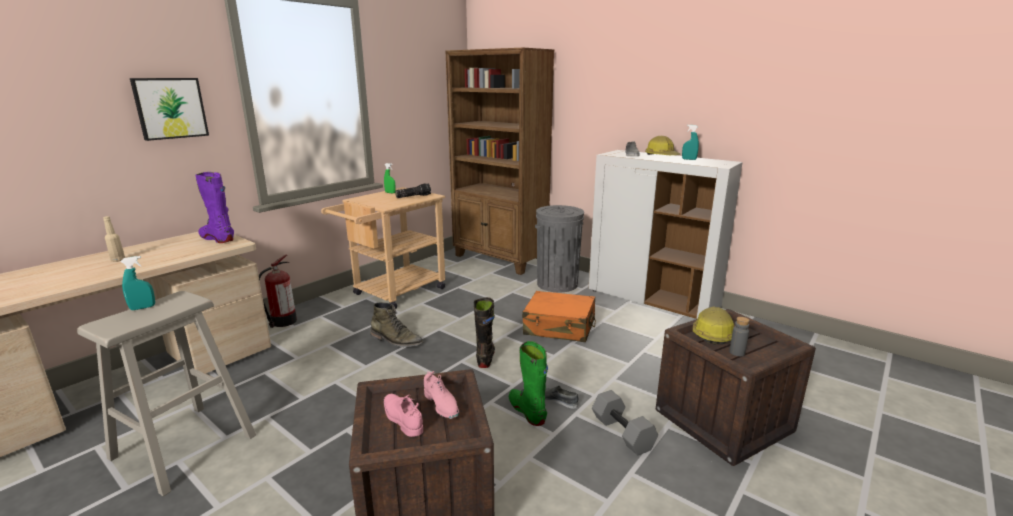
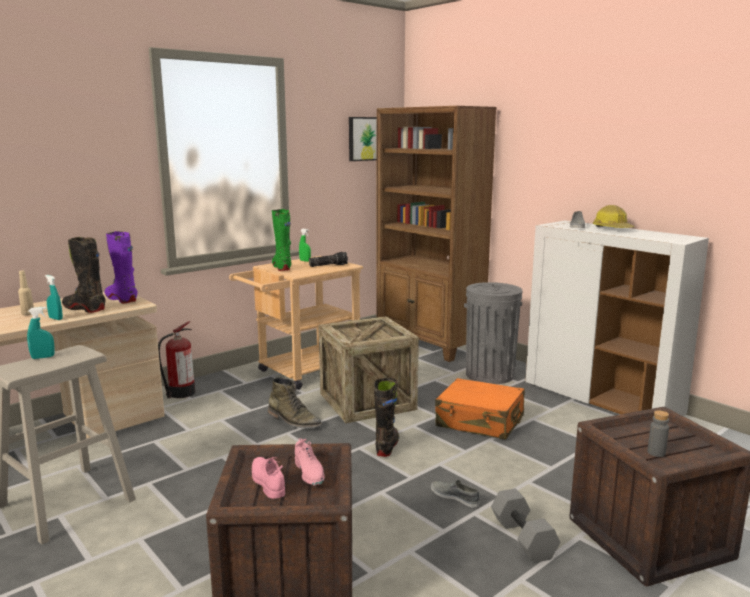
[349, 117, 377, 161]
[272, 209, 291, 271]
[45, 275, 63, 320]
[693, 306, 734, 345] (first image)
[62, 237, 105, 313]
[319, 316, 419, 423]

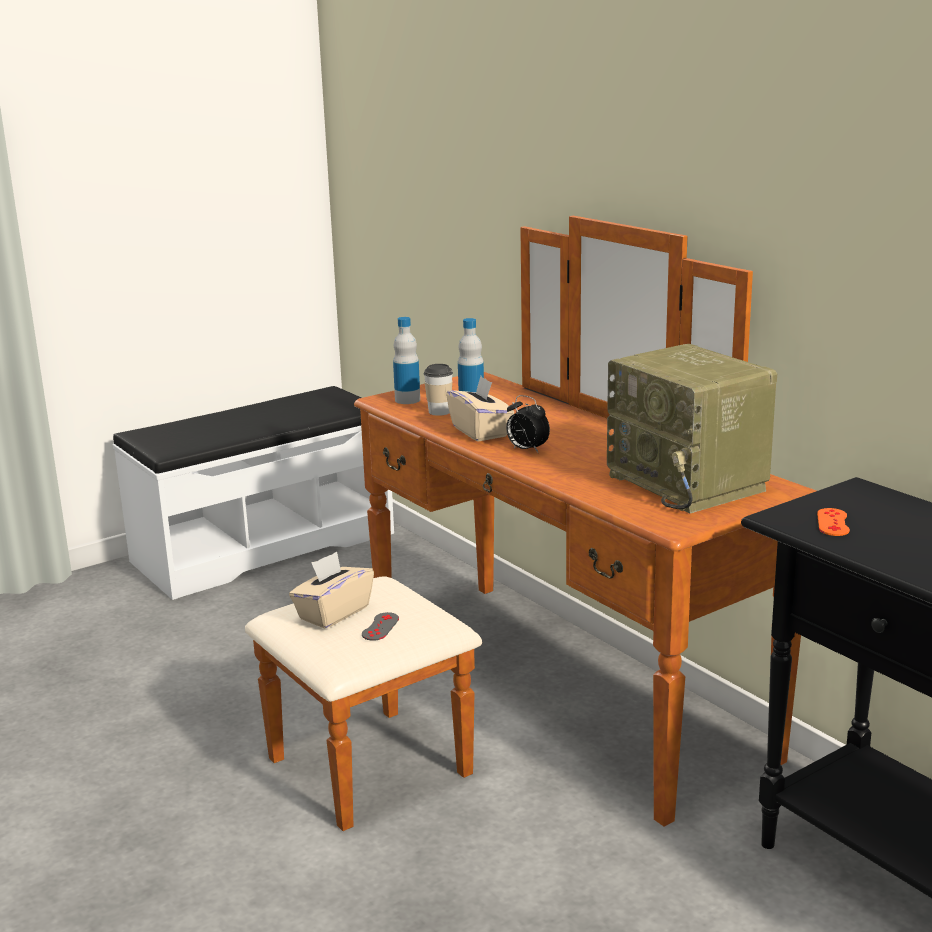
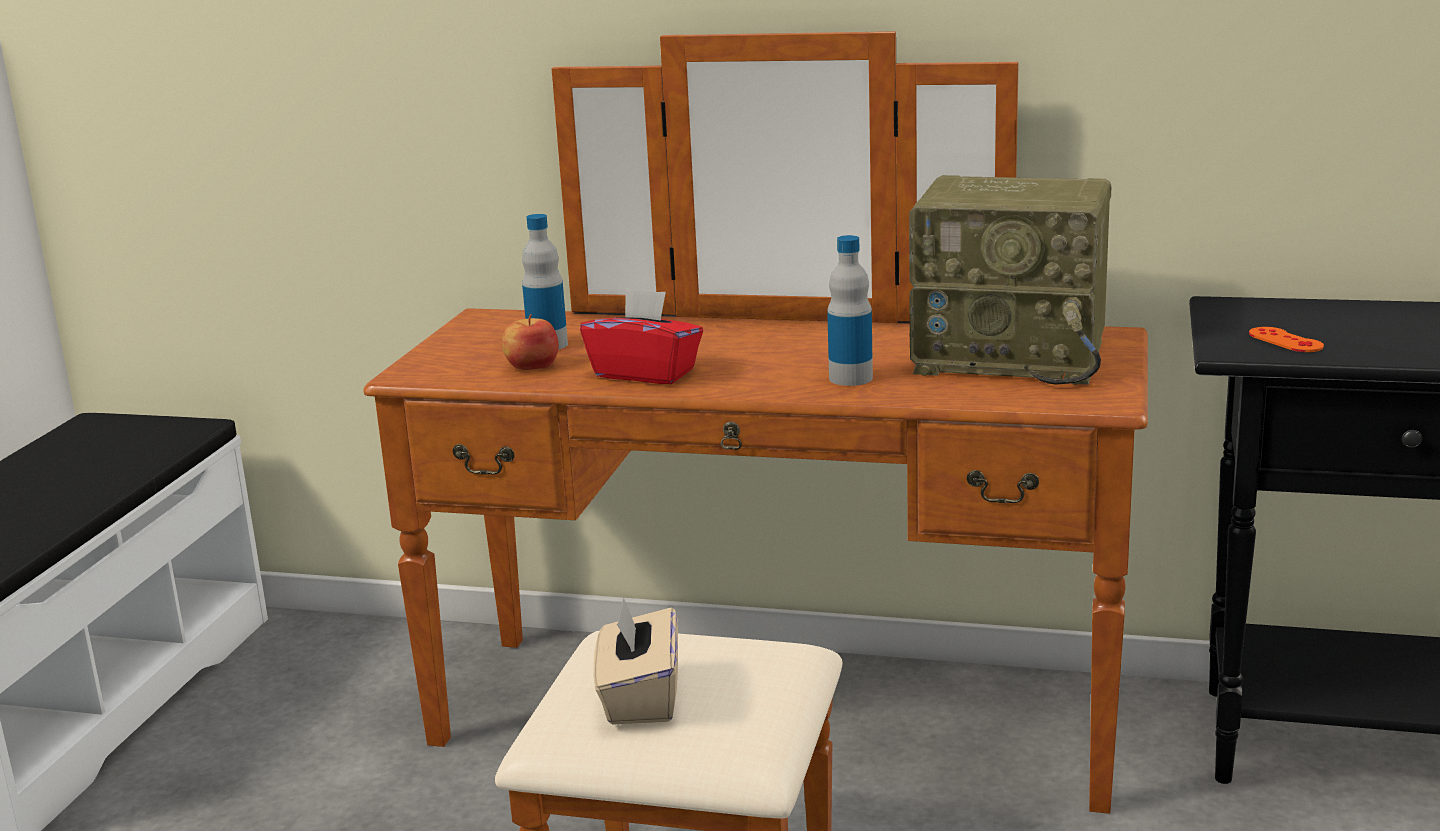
[362, 612, 399, 641] (first image)
[827, 235, 873, 386]
[502, 314, 559, 370]
[580, 288, 703, 384]
[506, 395, 550, 453] (first image)

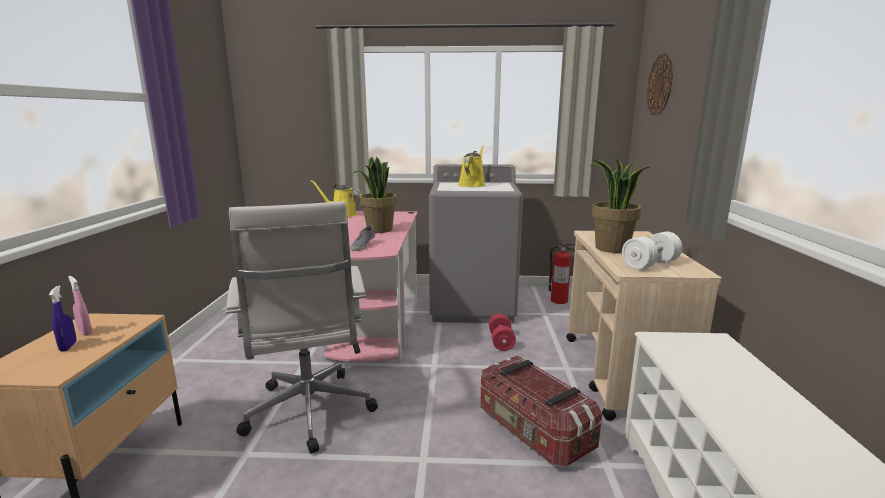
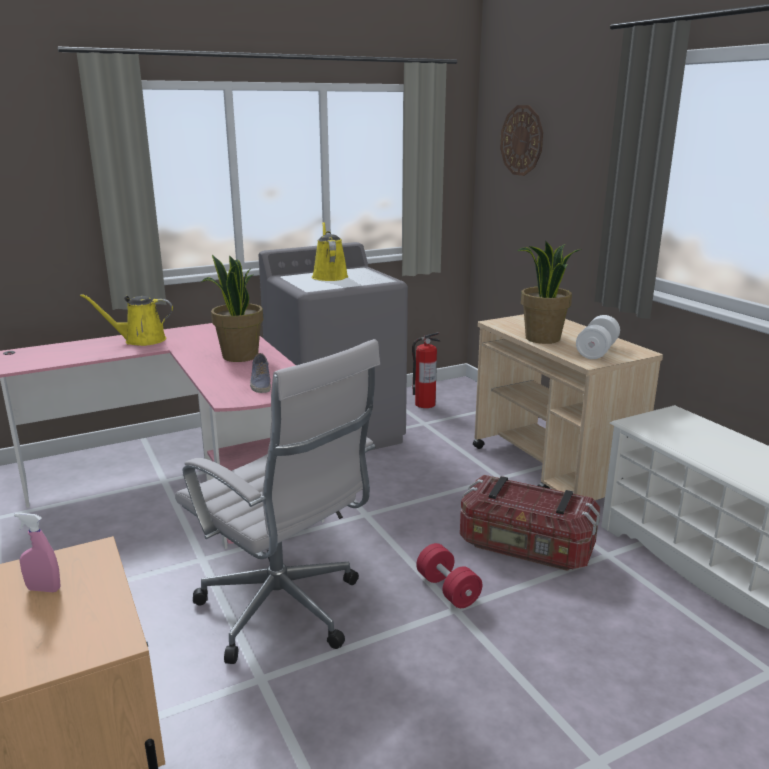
[49, 285, 77, 352] (first image)
[416, 543, 482, 608]

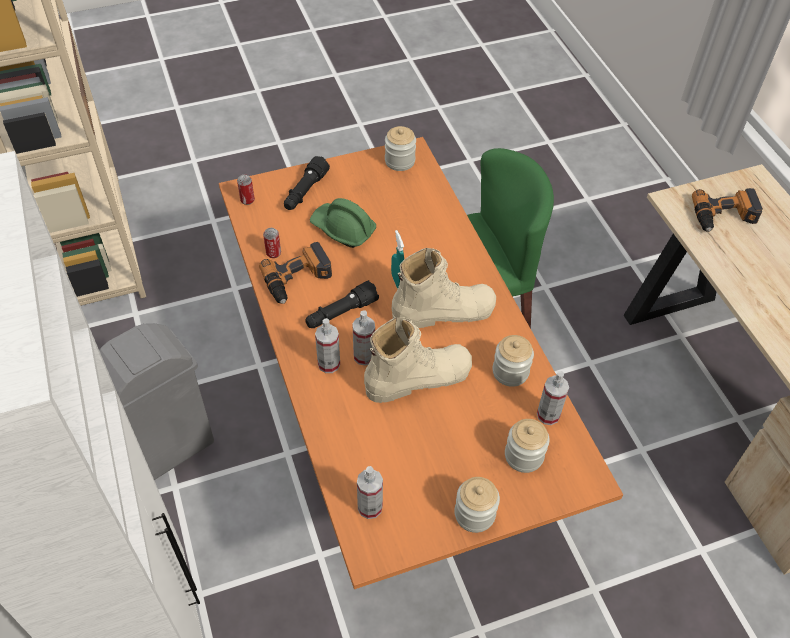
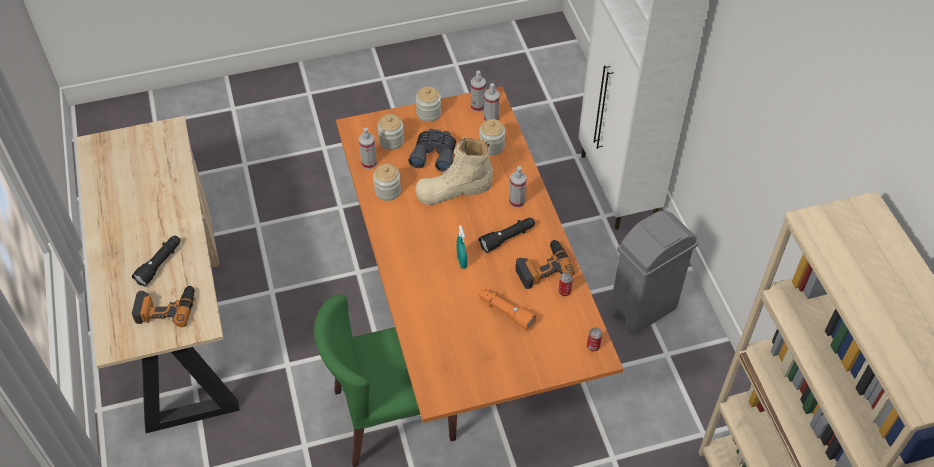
[132, 236, 180, 287]
[479, 289, 537, 330]
[471, 71, 486, 112]
[479, 119, 505, 155]
[392, 248, 496, 328] (first image)
[408, 129, 456, 172]

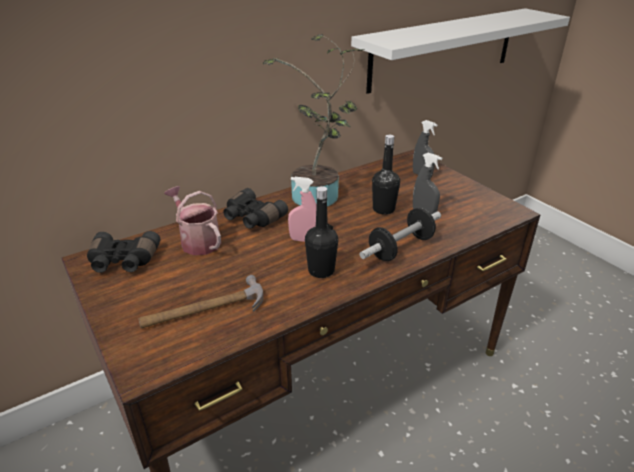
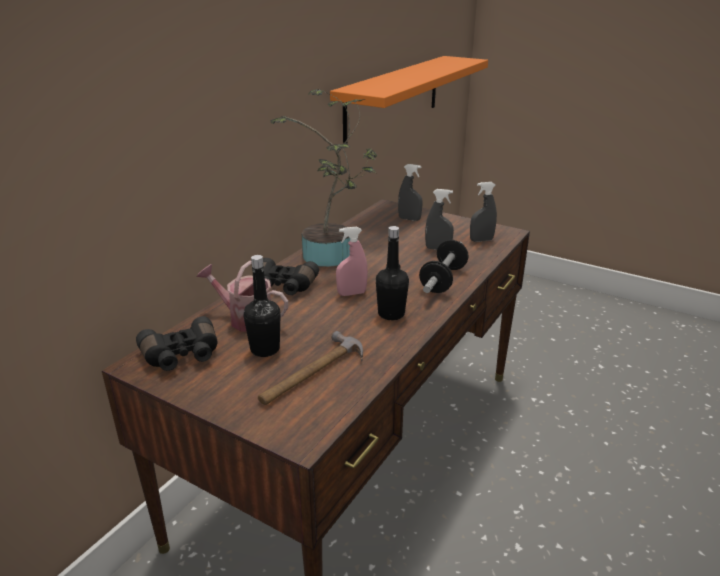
[330, 56, 488, 143]
[243, 255, 281, 357]
[470, 182, 497, 242]

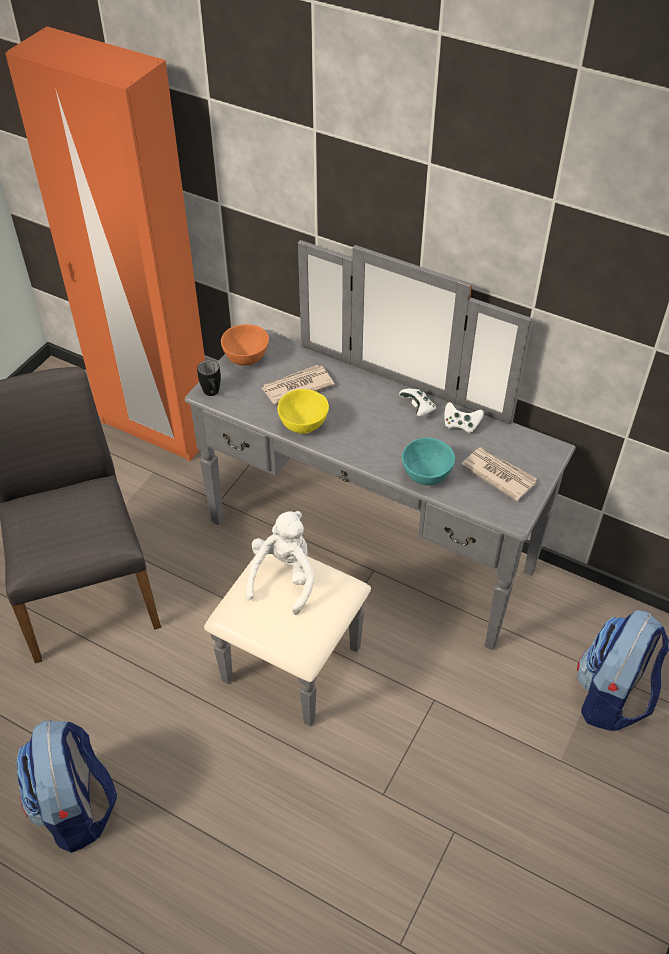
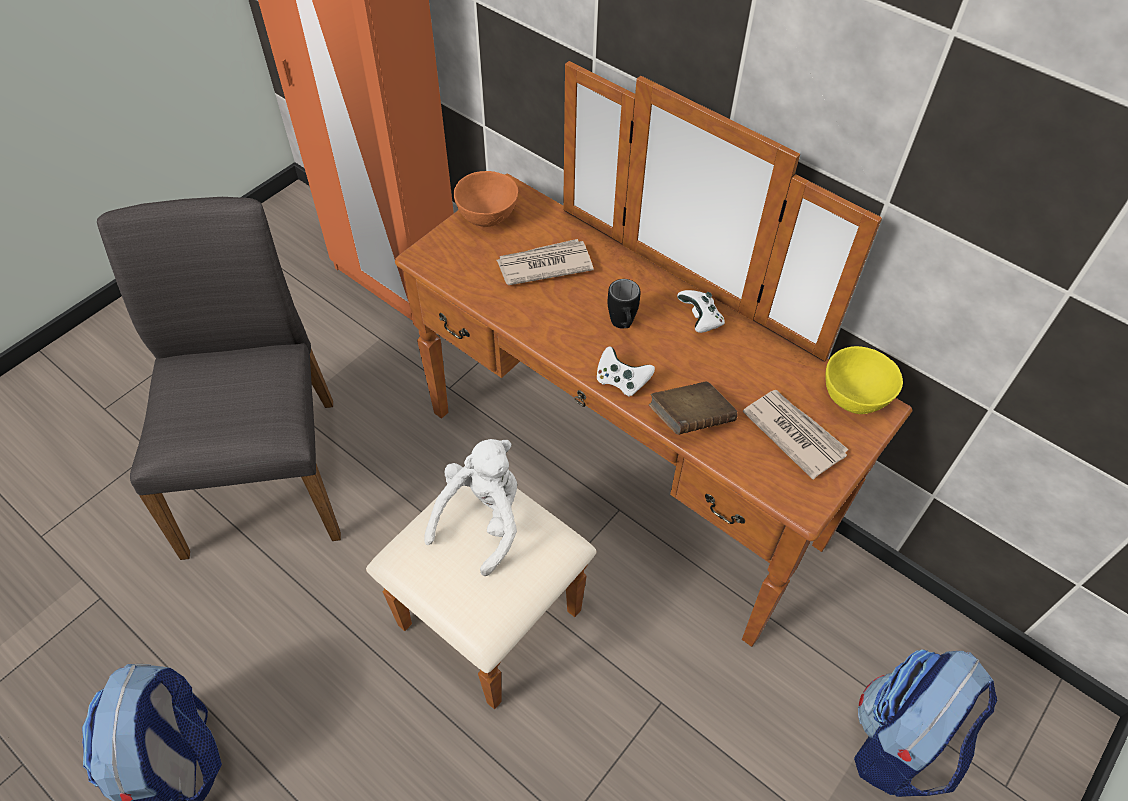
[366, 61, 913, 709]
[608, 279, 640, 329]
[825, 346, 903, 414]
[649, 382, 738, 435]
[597, 346, 655, 397]

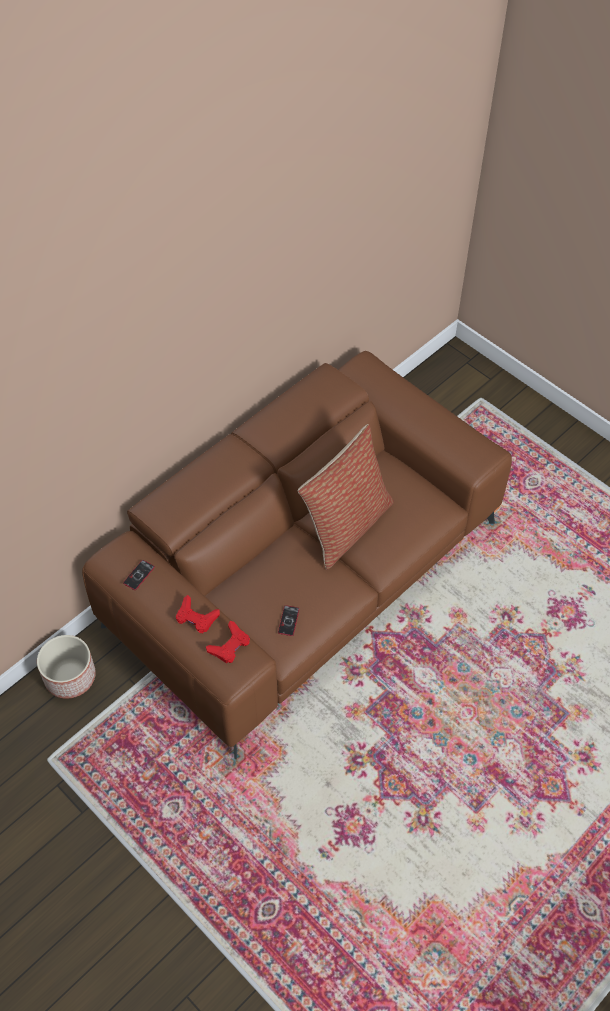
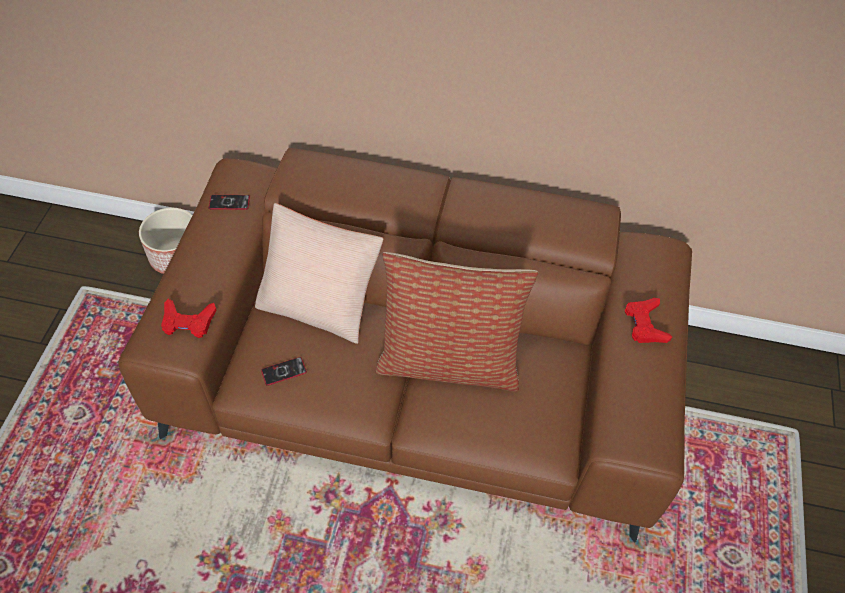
[625, 298, 672, 343]
[255, 203, 383, 344]

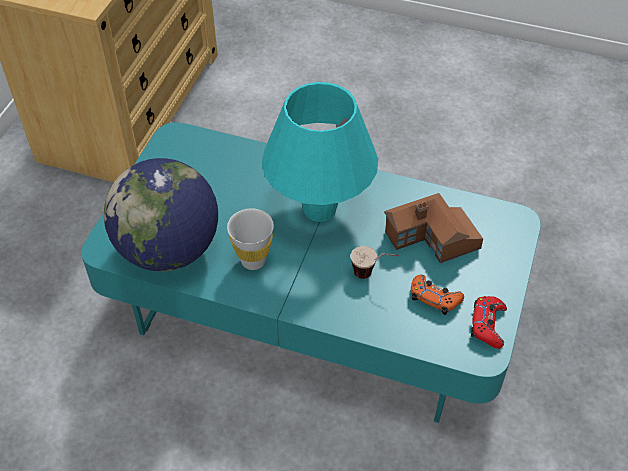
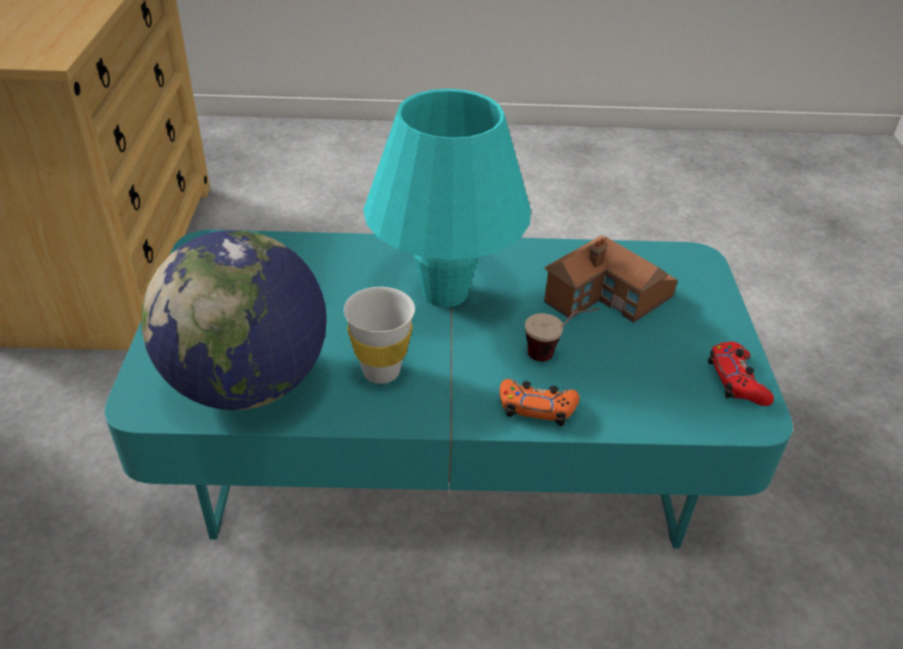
[500, 379, 579, 426]

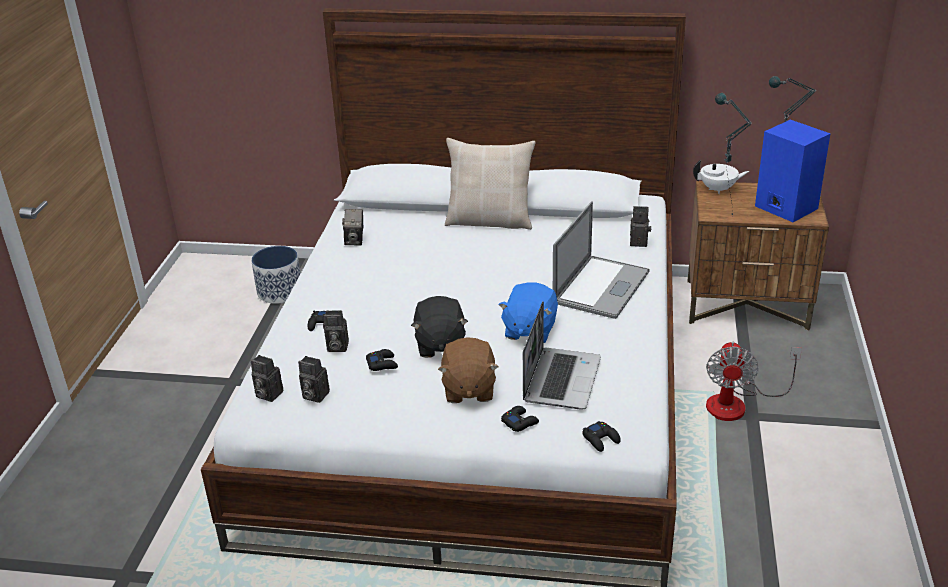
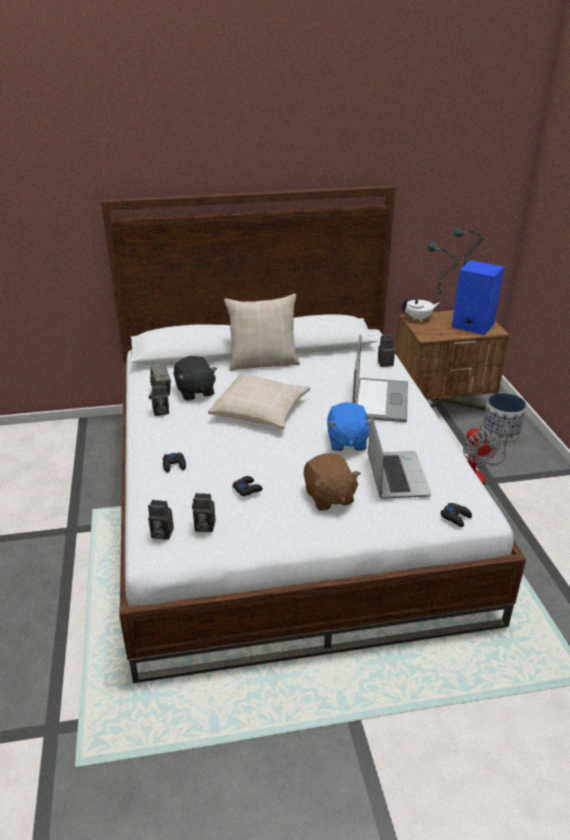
[482, 393, 527, 441]
[149, 383, 169, 416]
[174, 356, 217, 401]
[501, 406, 539, 432] (first image)
[208, 374, 310, 429]

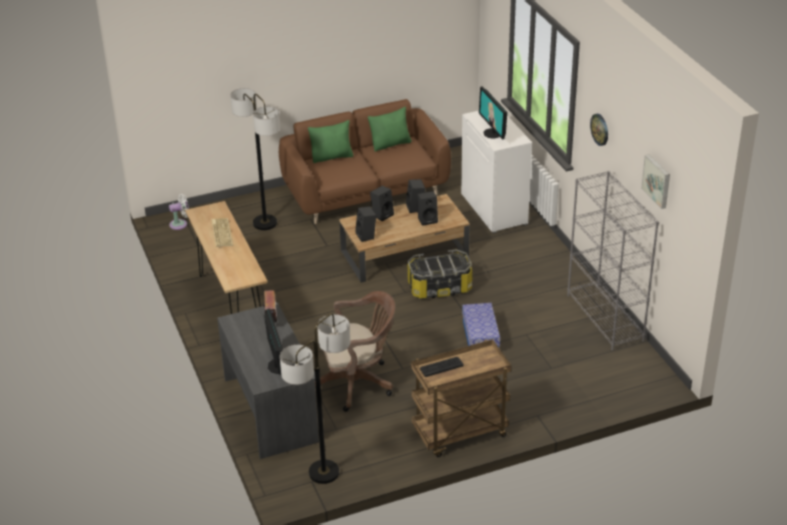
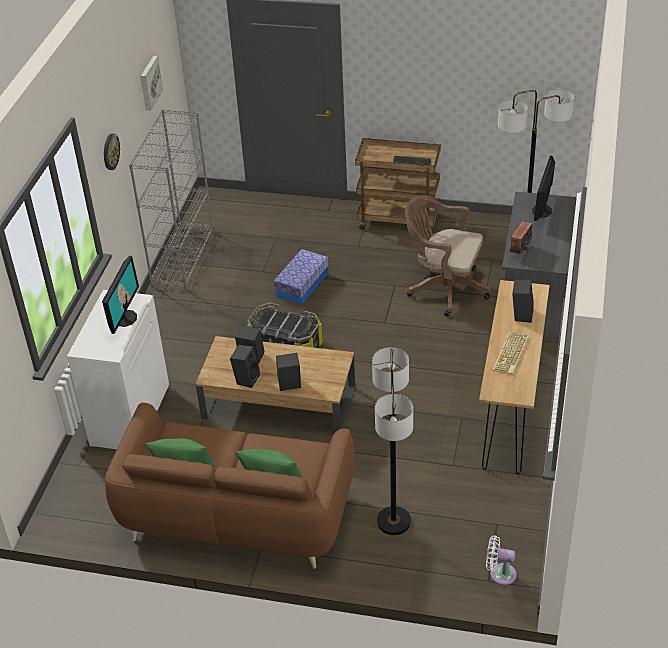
[512, 280, 534, 323]

